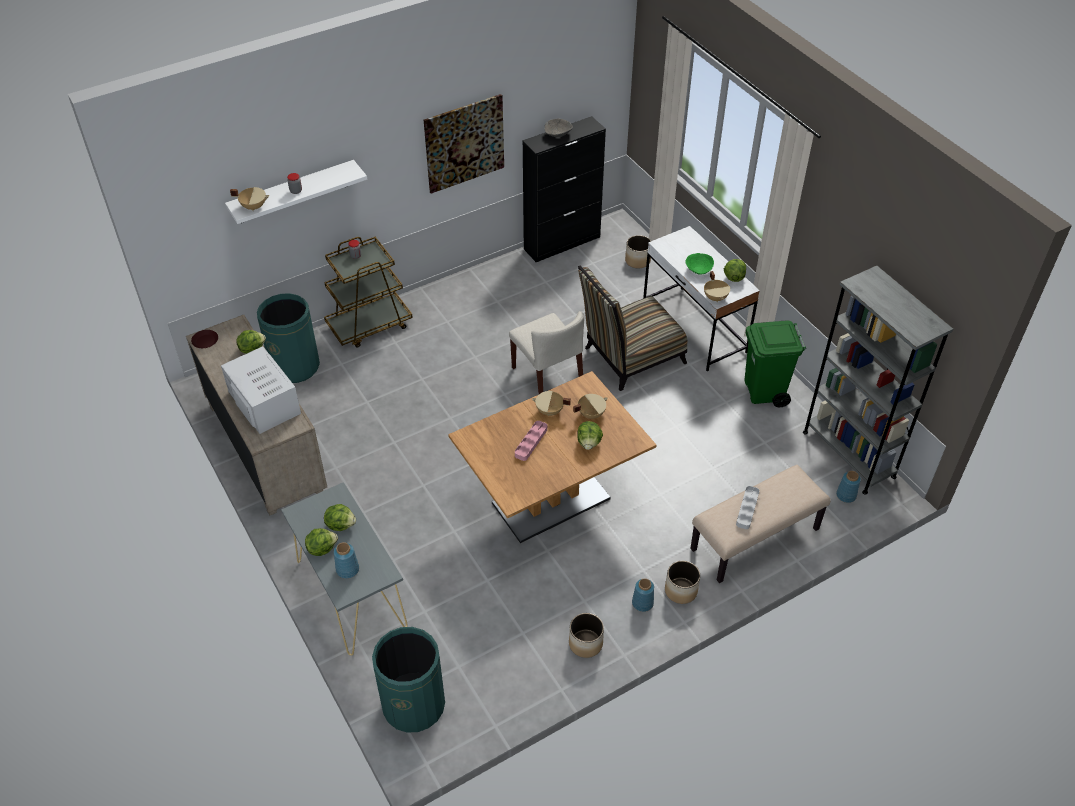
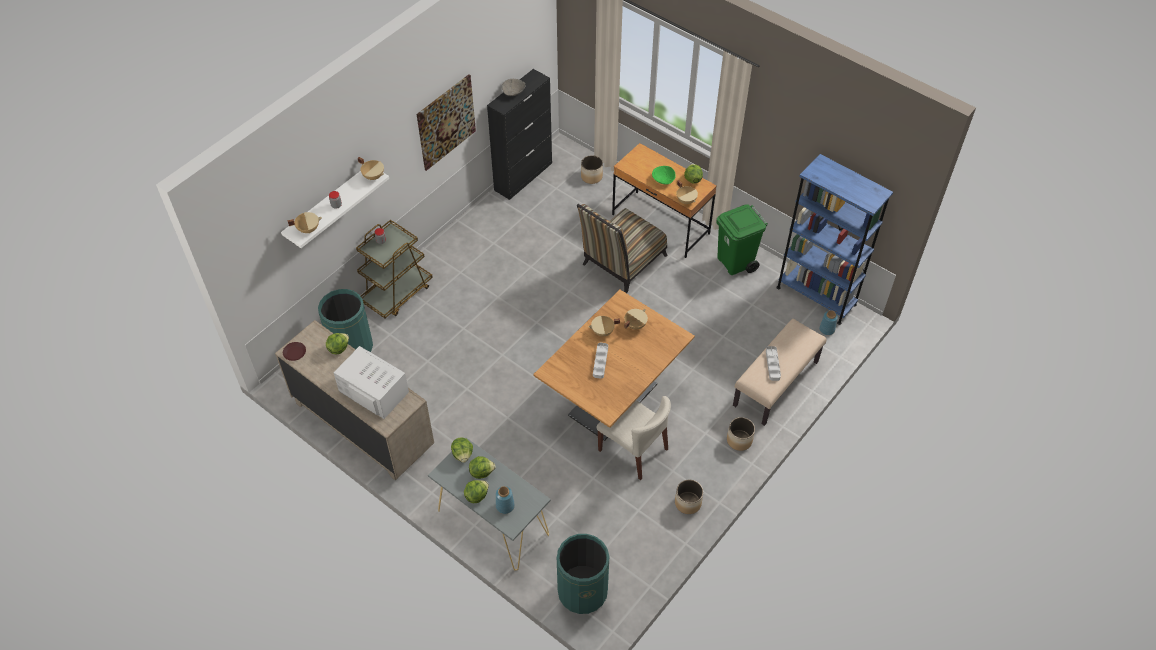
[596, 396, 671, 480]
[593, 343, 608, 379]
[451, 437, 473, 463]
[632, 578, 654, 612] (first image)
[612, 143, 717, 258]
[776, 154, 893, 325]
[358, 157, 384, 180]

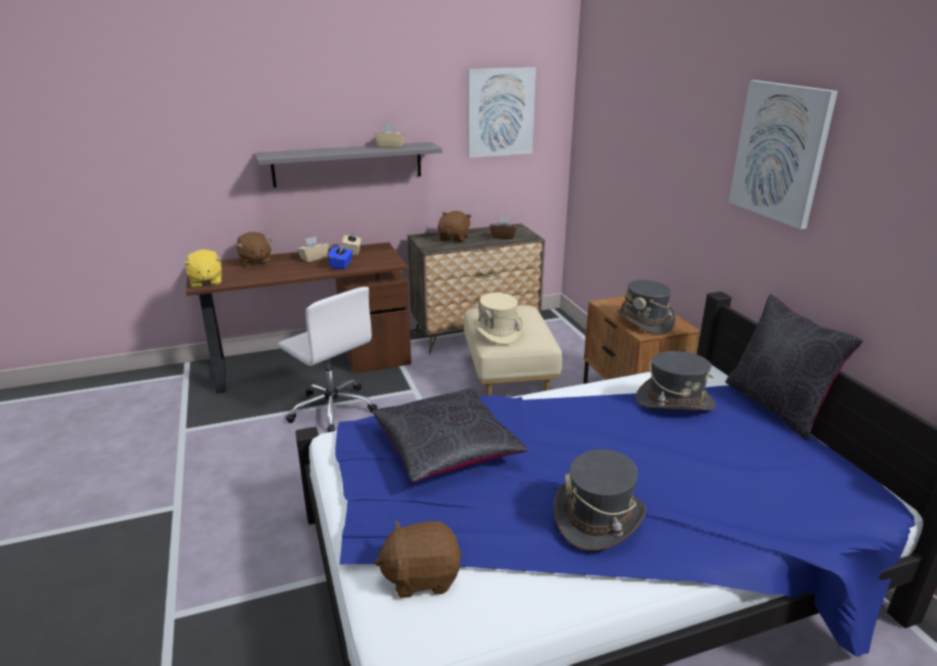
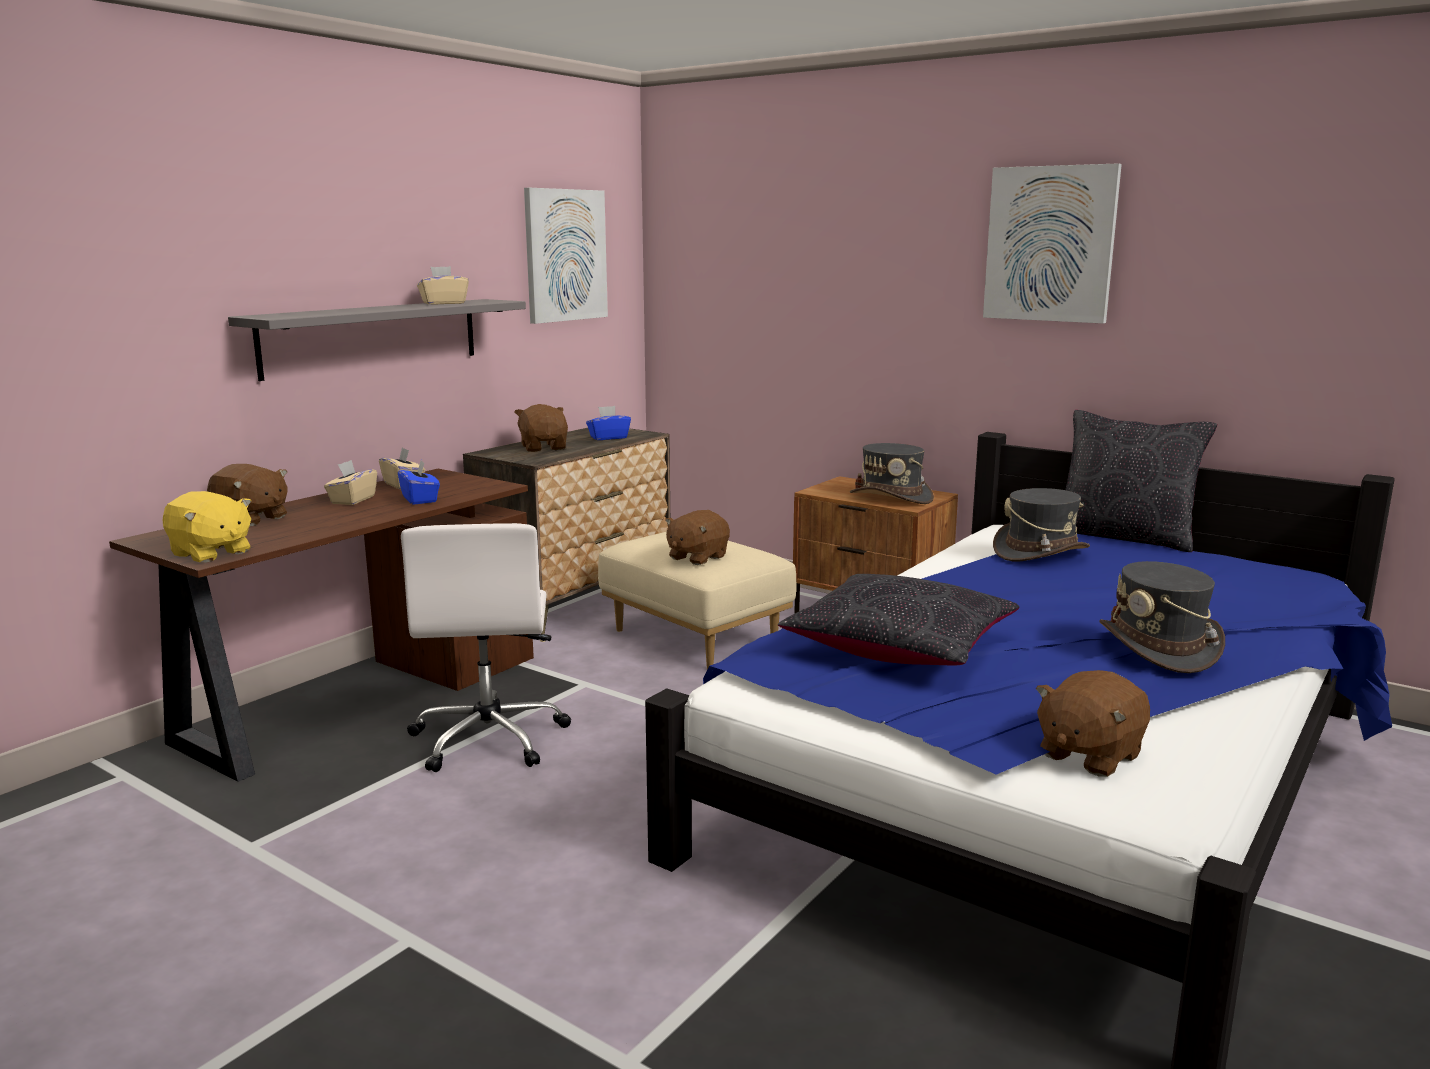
[401, 523, 571, 772]
[665, 510, 730, 565]
[586, 406, 631, 440]

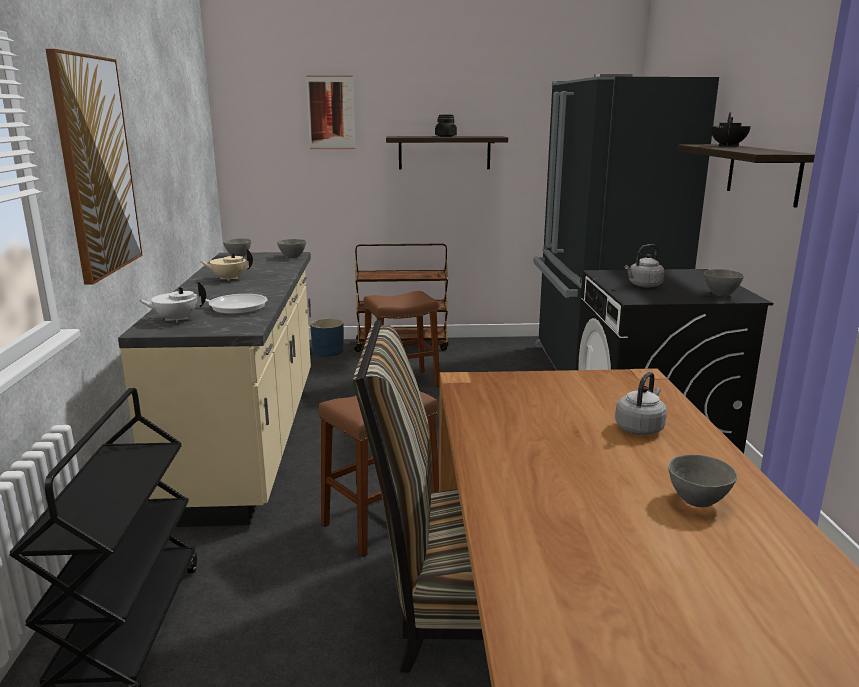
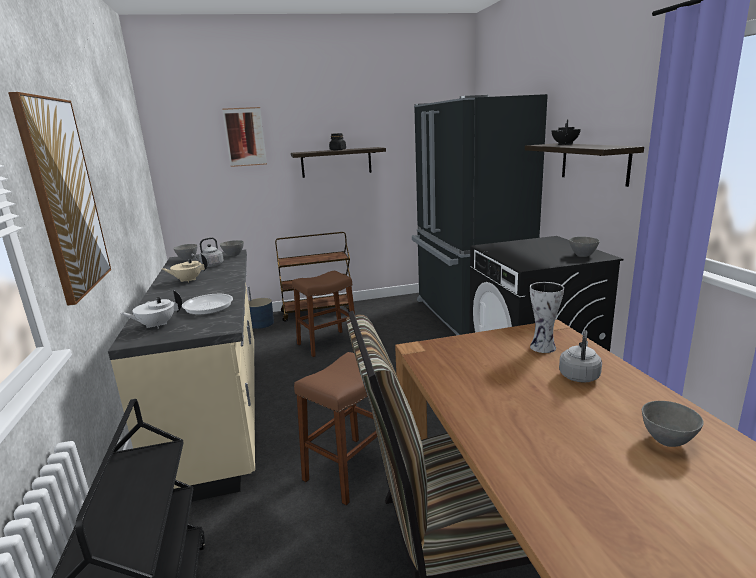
[191, 237, 224, 267]
[530, 282, 564, 353]

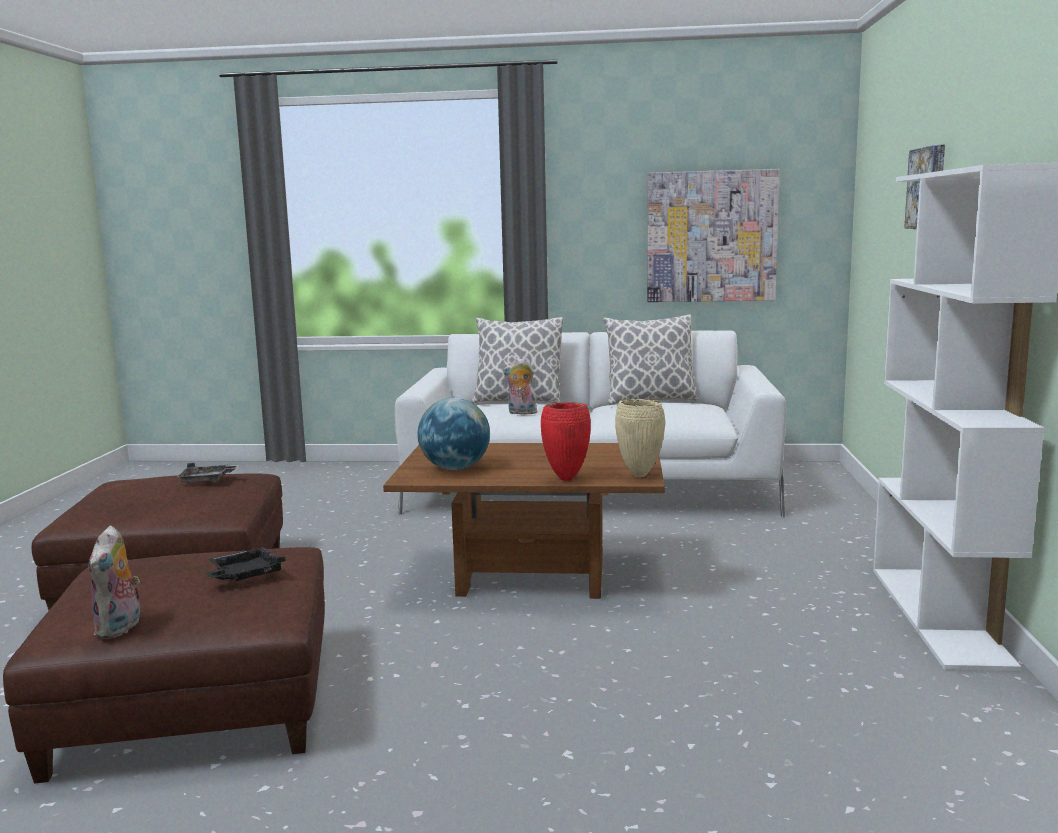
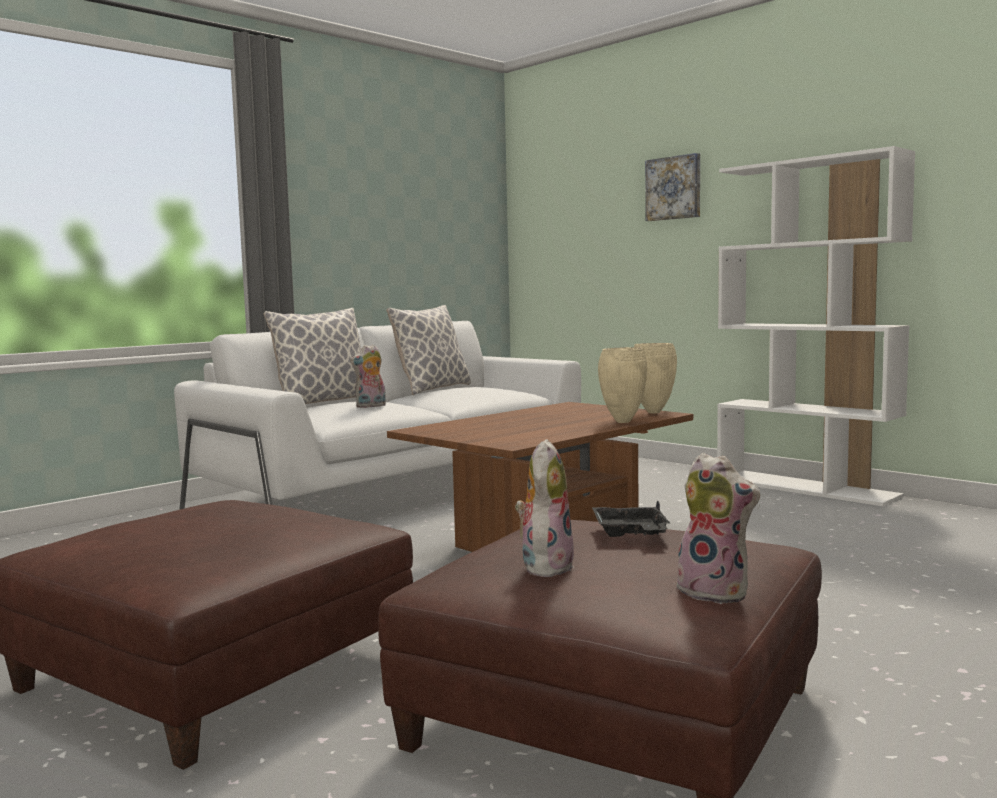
[177, 463, 240, 483] (first image)
[418, 398, 490, 470] (first image)
[598, 347, 647, 423]
[647, 169, 780, 302] (first image)
[515, 439, 574, 577]

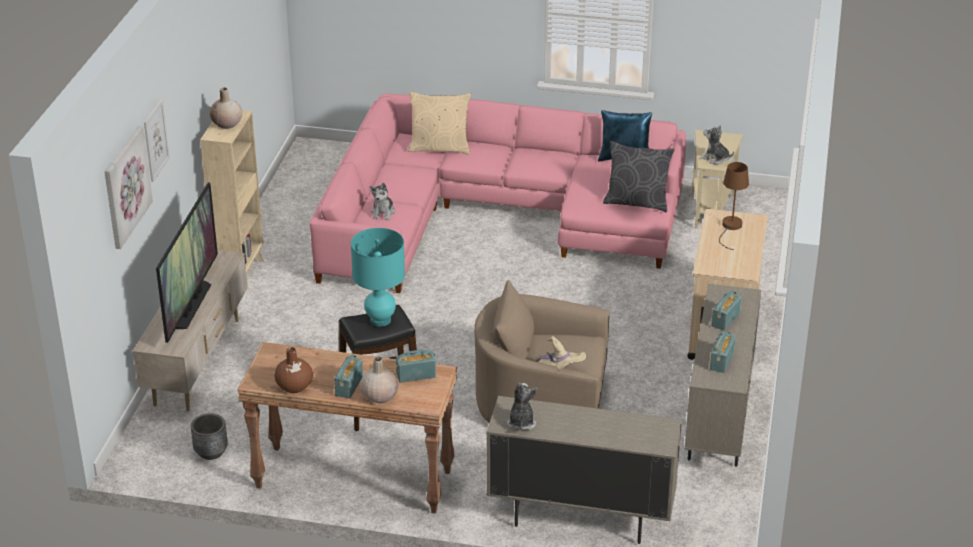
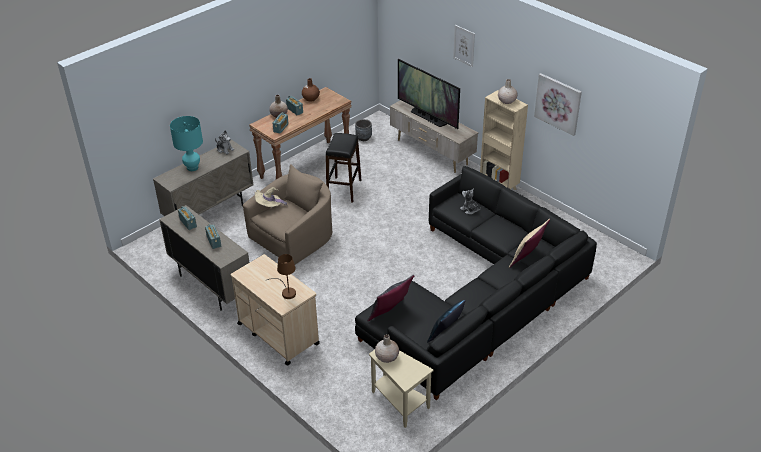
[534, 73, 582, 136]
[355, 166, 597, 400]
[170, 116, 203, 171]
[375, 334, 399, 363]

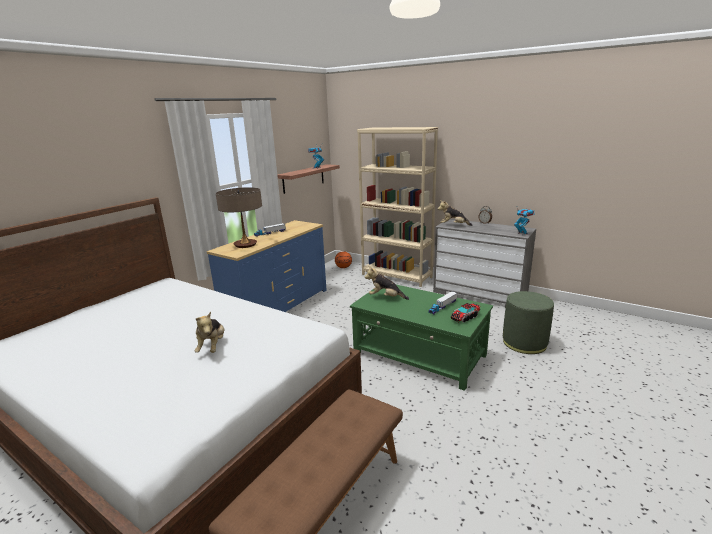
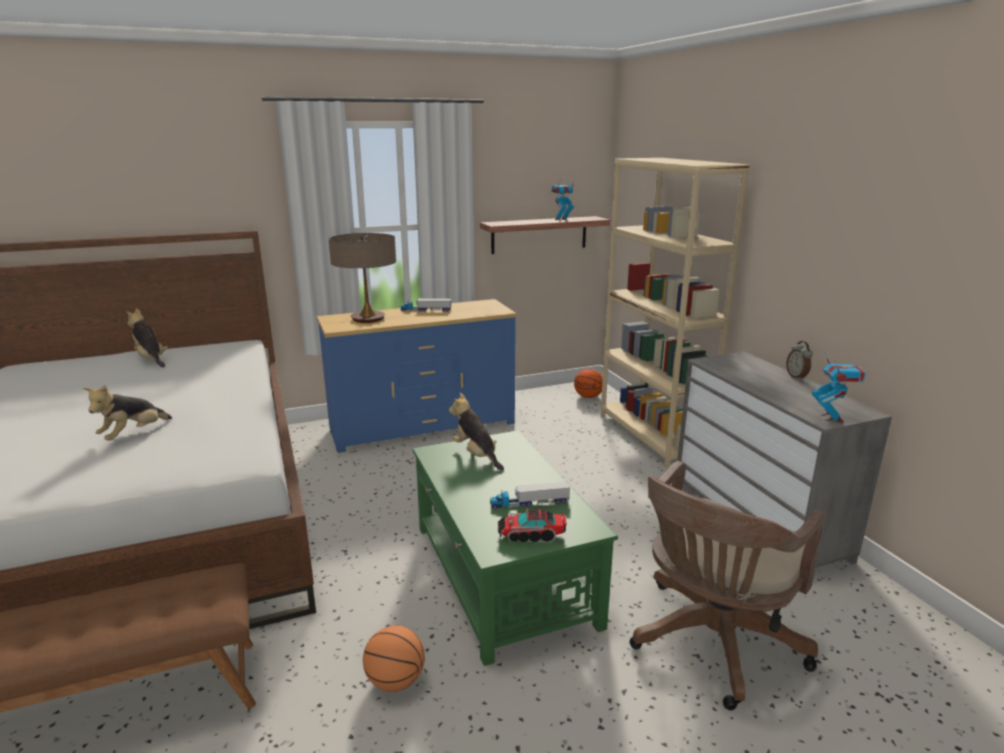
[126, 308, 168, 367]
[630, 461, 826, 711]
[363, 625, 425, 692]

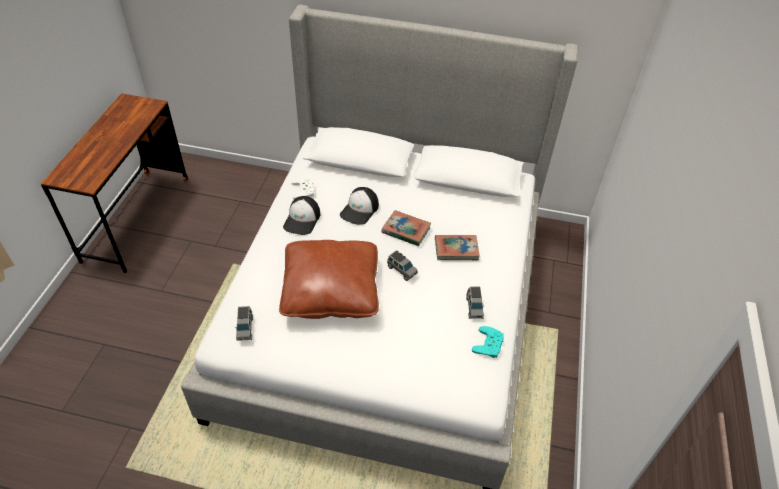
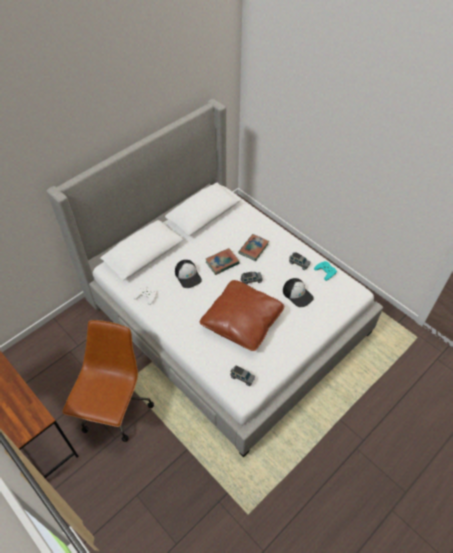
[283, 278, 314, 307]
[62, 320, 154, 442]

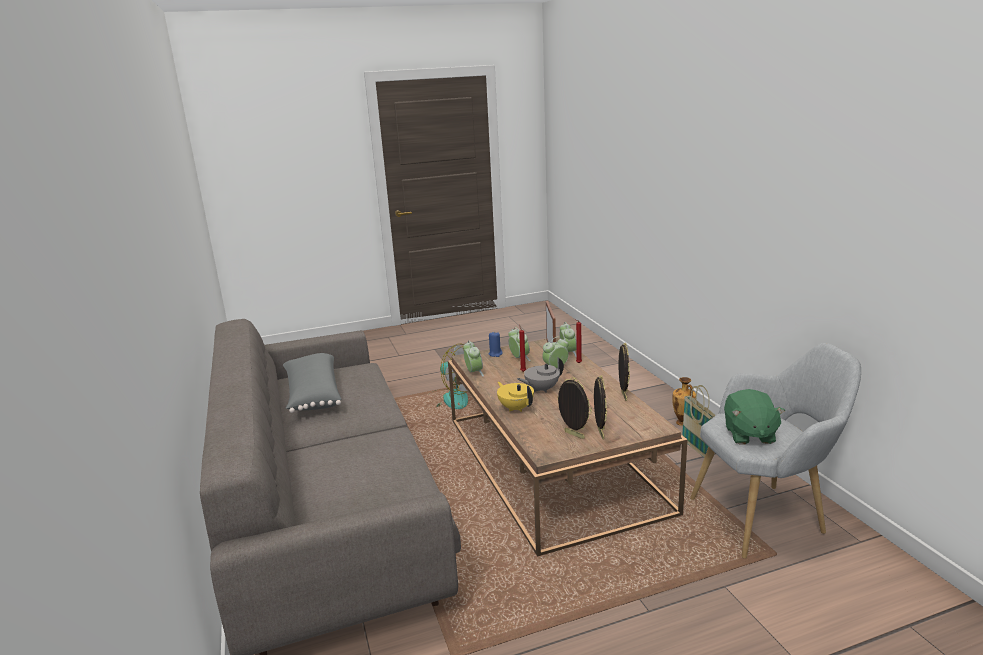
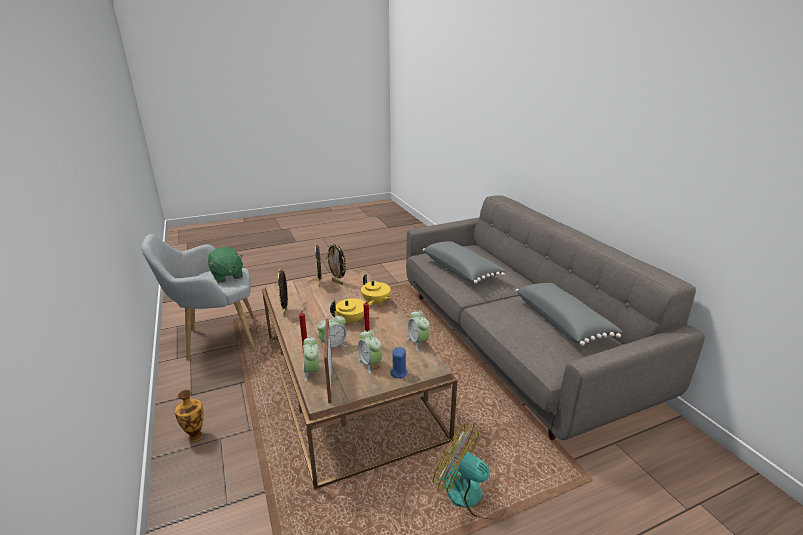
[330, 298, 374, 325]
[682, 385, 716, 458] (first image)
[208, 247, 243, 283]
[423, 241, 506, 284]

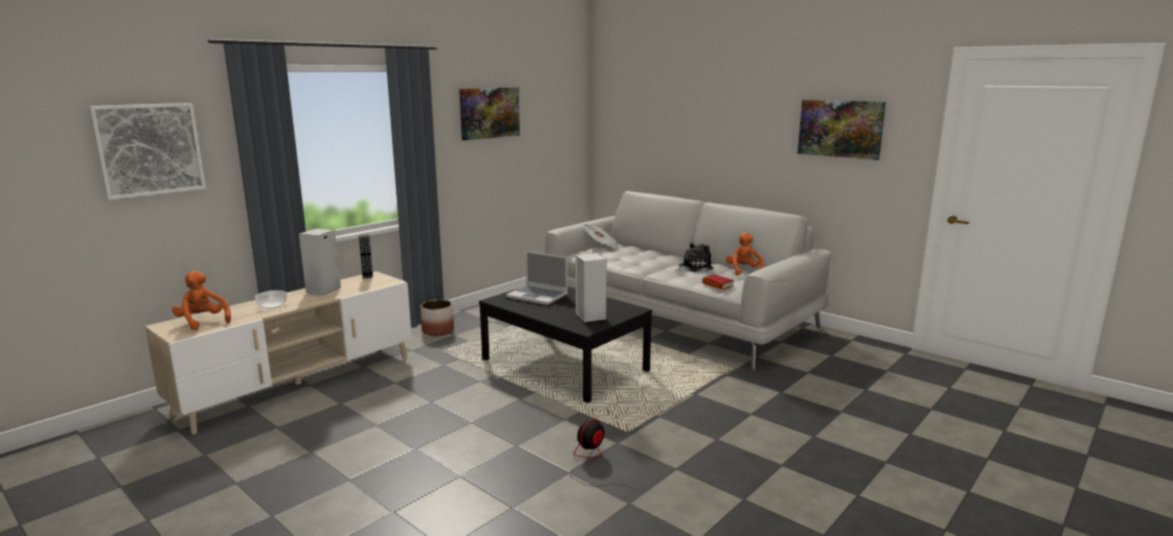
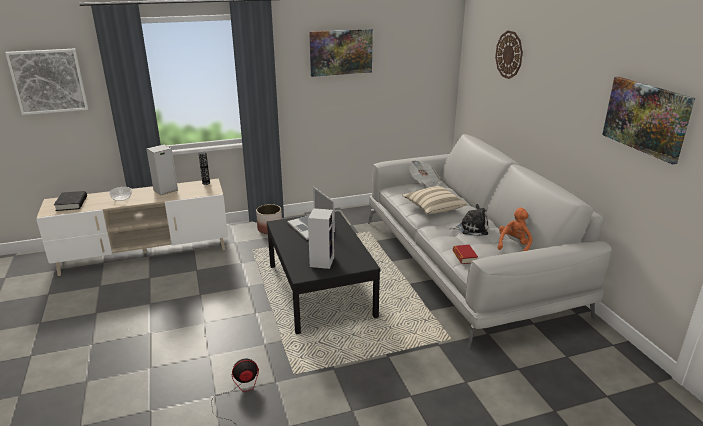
[54, 191, 87, 211]
[402, 186, 467, 214]
[495, 31, 523, 79]

